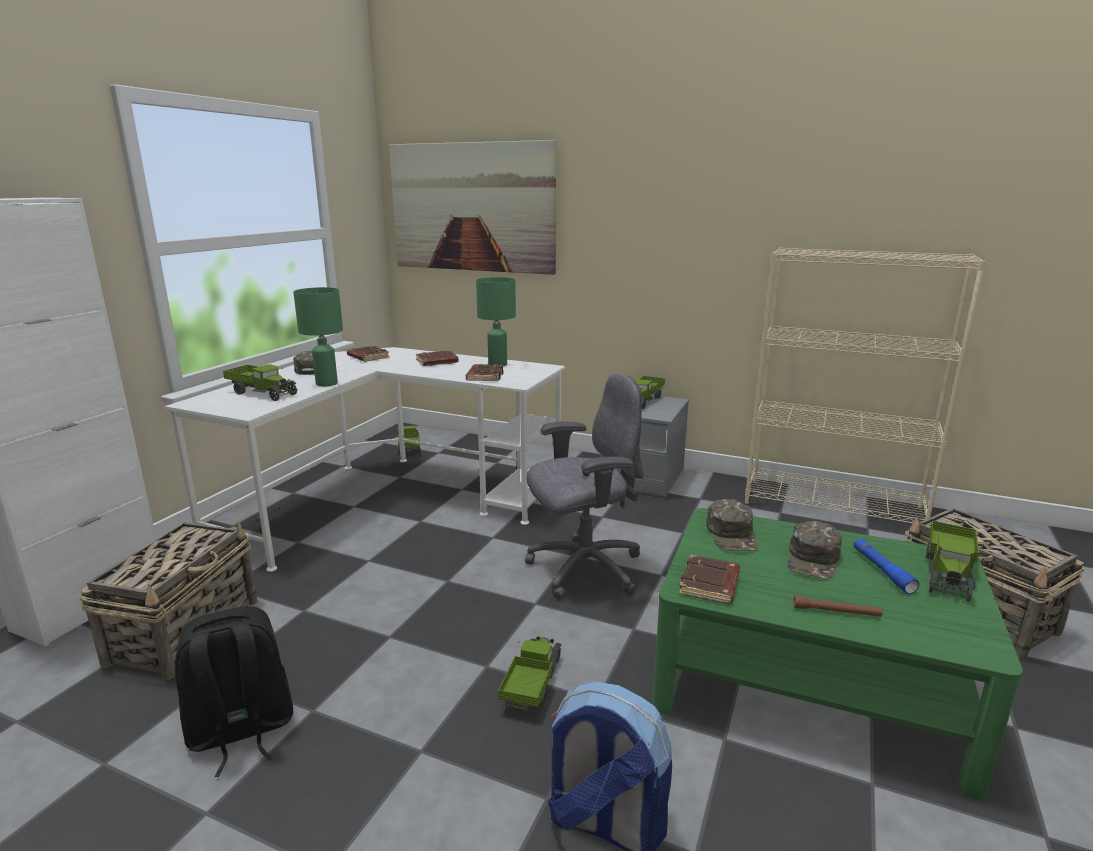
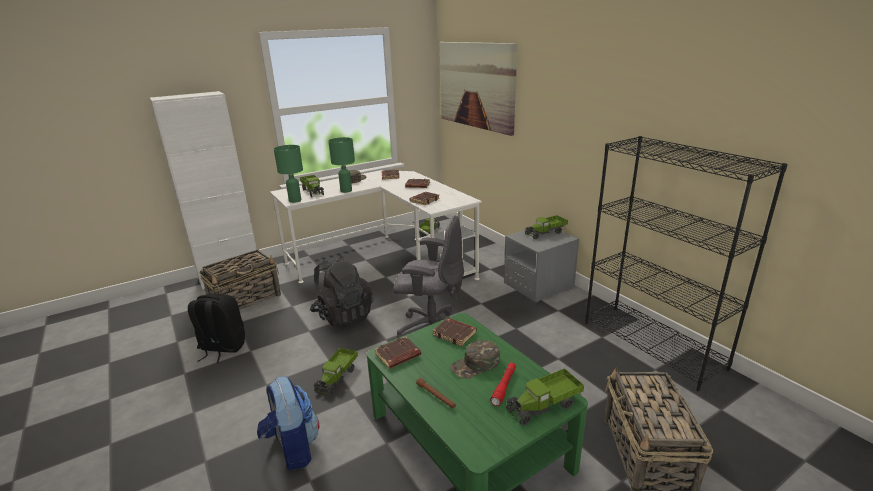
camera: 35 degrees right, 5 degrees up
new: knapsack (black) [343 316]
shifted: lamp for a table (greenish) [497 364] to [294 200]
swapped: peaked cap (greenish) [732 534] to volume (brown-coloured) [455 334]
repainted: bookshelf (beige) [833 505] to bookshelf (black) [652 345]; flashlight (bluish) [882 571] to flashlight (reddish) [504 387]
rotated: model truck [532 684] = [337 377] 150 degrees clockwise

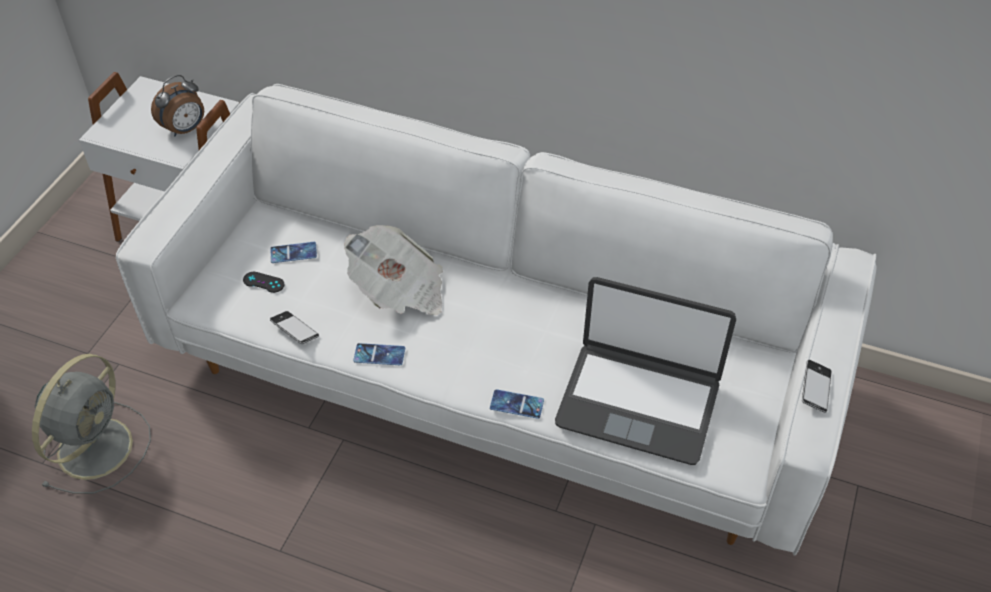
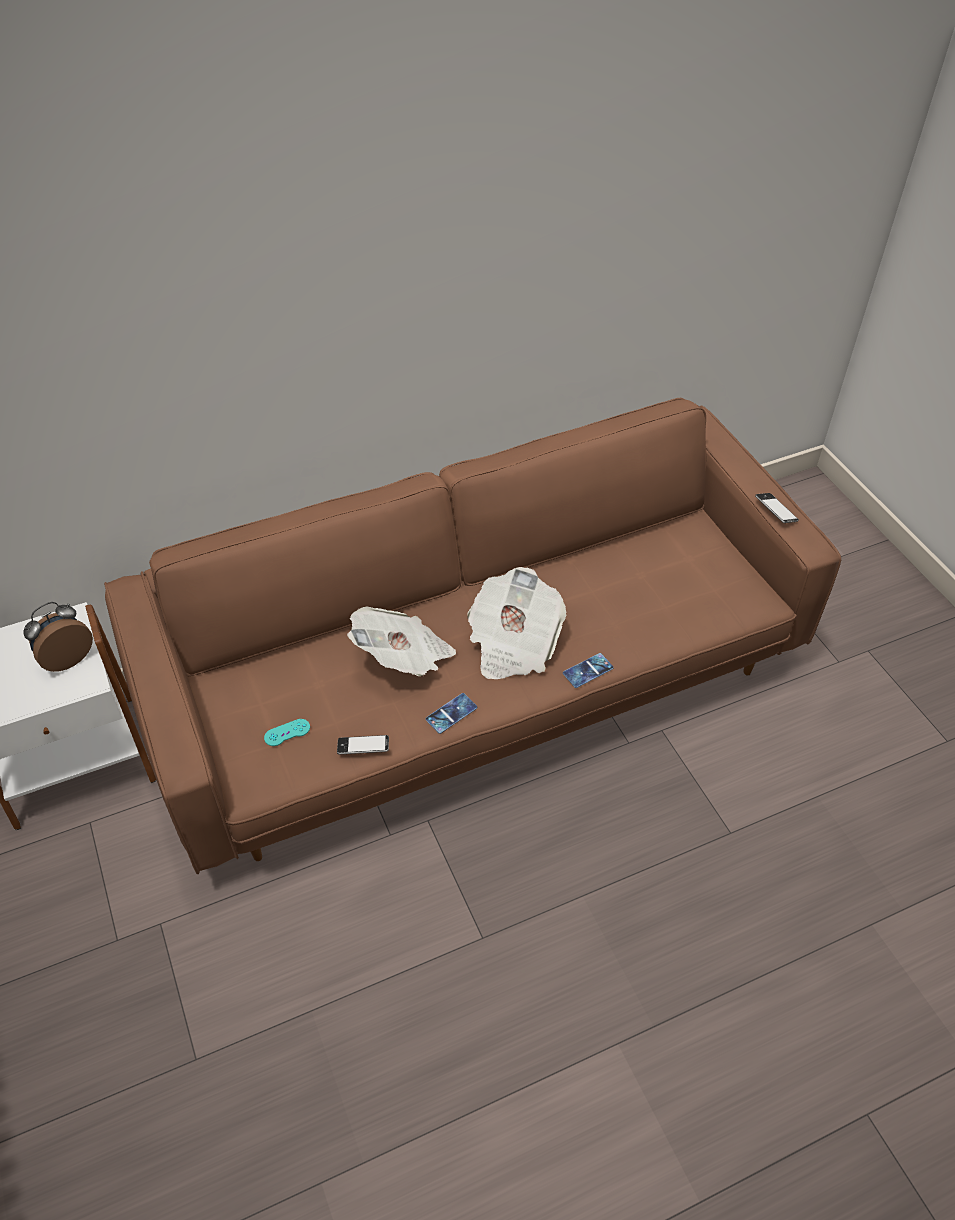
camera: 45 degrees left, 0 degrees up
gone: phone [293 253]; notebook computer [638 402]; fan (grey) [97 445]
new: newspaper [513 643]
repainted: settee (white-coloured) [496 373] to settee (brown-coloured) [478 684]; gamepad (black) [263 282] to gamepad (turquoise) [287 732]
rotated: bedside clock [185 129] = [66 657] 135 degrees counterclockwise

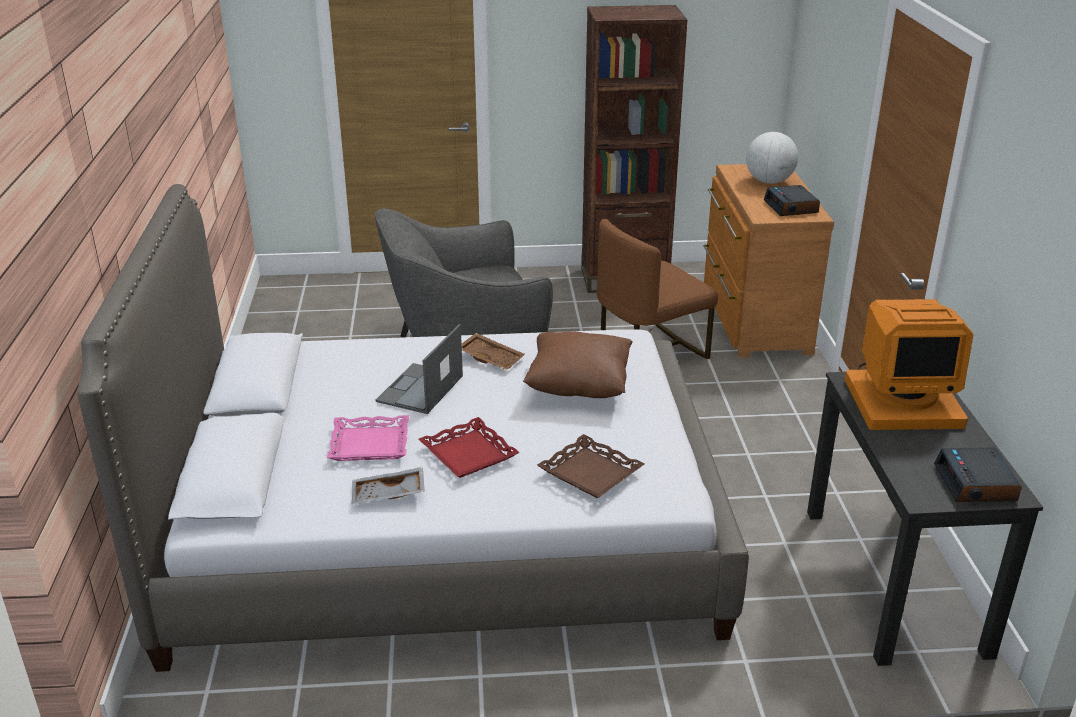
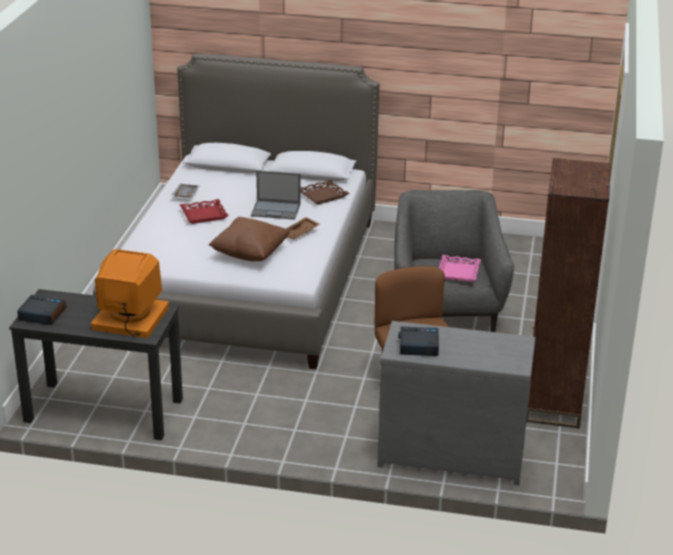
camera: 105 degrees right, 0 degrees up
gone: globe [769 182]
shifted: carrying tray (pinkish) [369 444] to [458 272]; carrying tray (brown-coloured) [590 473] to [322 195]
repainted: chest of drawers (brown-coloured) [753 320] to chest of drawers (grey) [451 452]
rotated: monitor [902 401] = [129 319] 90 degrees clockwise; notebook computer [420 389] = [276 210] 150 degrees clockwise

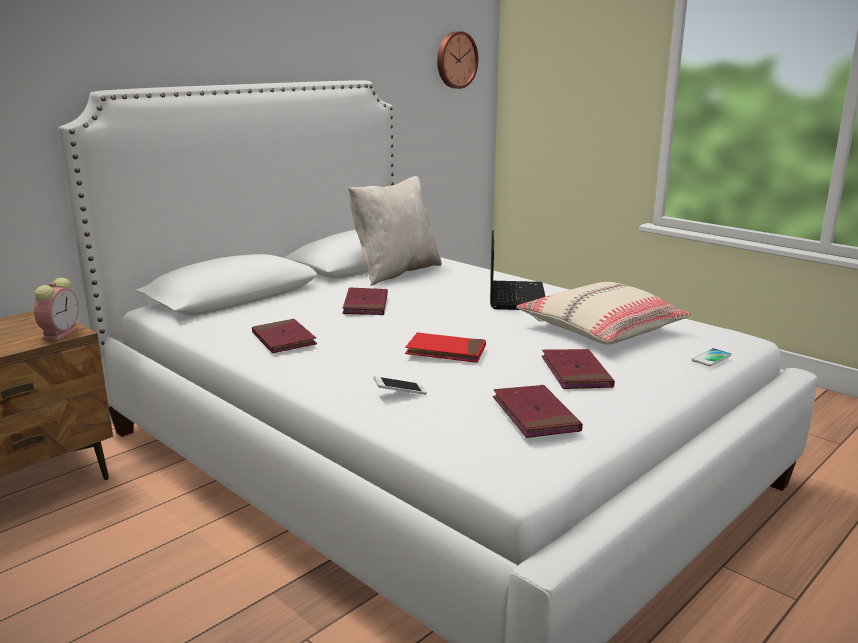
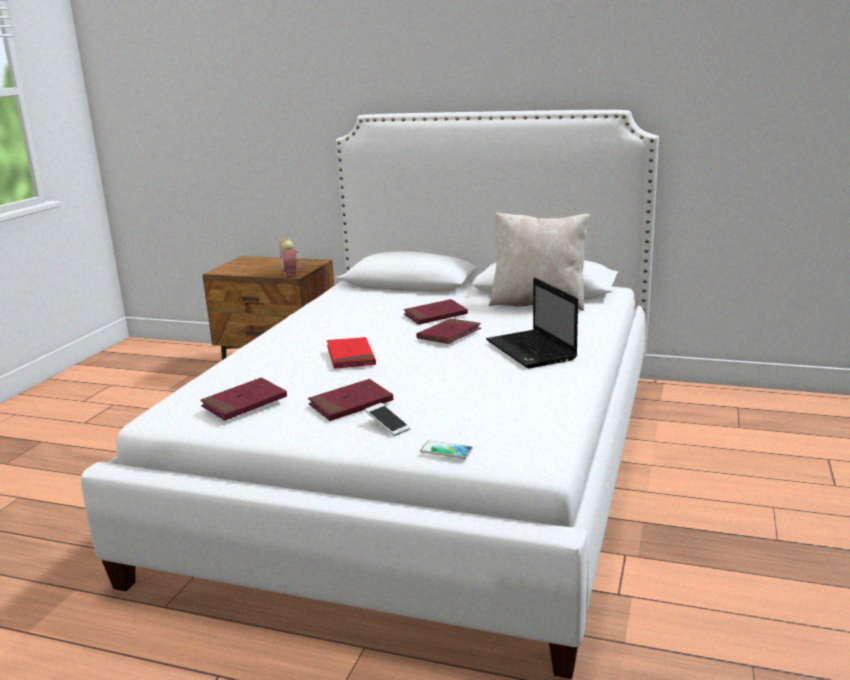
camera: 65 degrees right, 0 degrees up
gone: hanging clock [455 60]; pillow (beige) [601 329]
shifted: volume (reddish) [283 340] to [449 334]; phone [400 393] to [387 426]
rotated: notebook computer [515 296] = [532 351] 90 degrees clockwise; bedside clock [61 333] = [290 274] 90 degrees clockwise

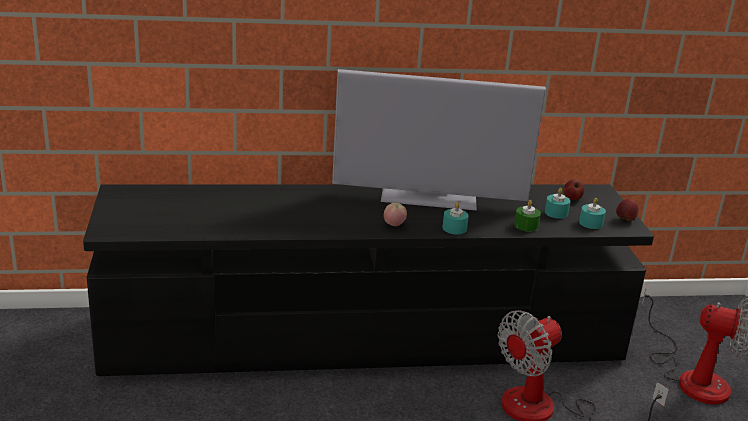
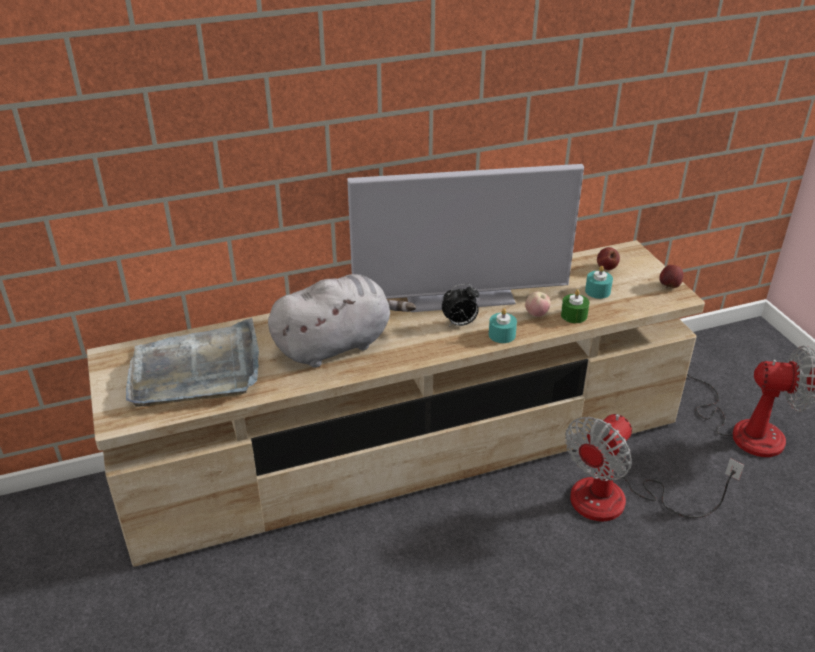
camera: 10 degrees left, 10 degrees up
gone: wax candle (turquoise) [591 223]
new: plush toy (grey) [337 344]; bedside clock [460 323]; carrying tray (grey) [196 370]
shifted: whole apple [394 225] to [536 315]
repainted: media console (black) [364 337] to media console (beige) [407 449]

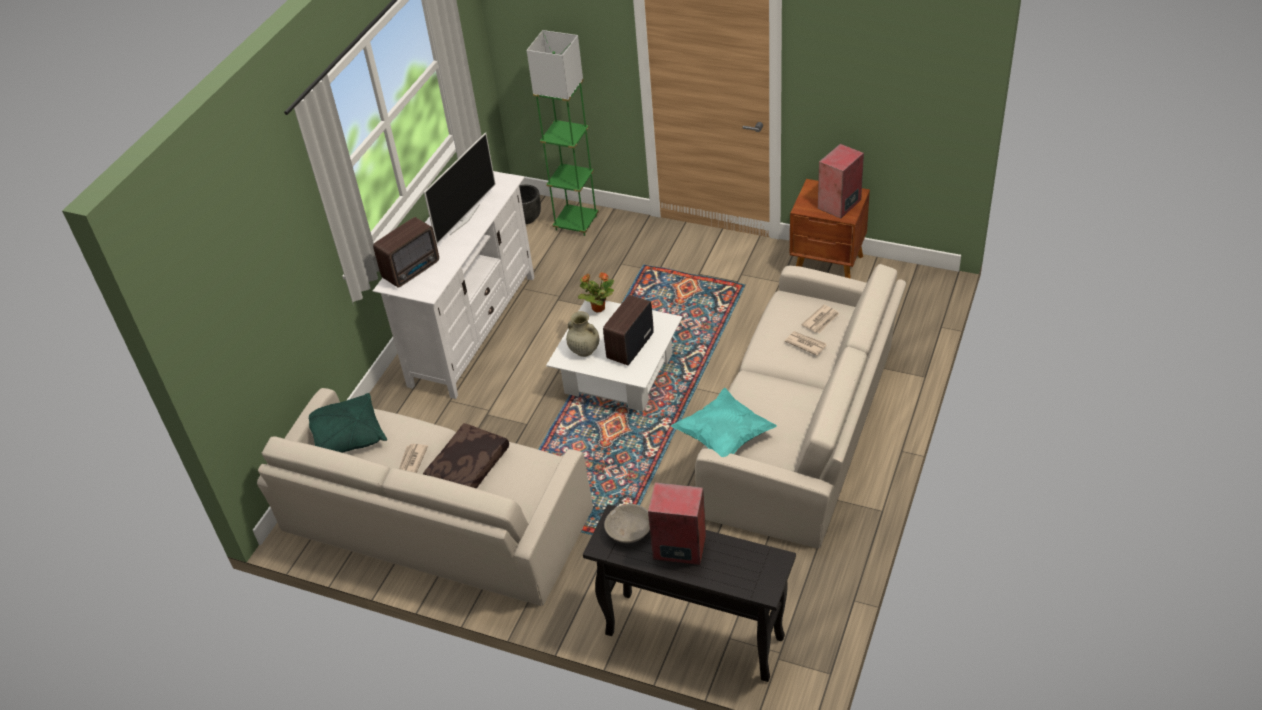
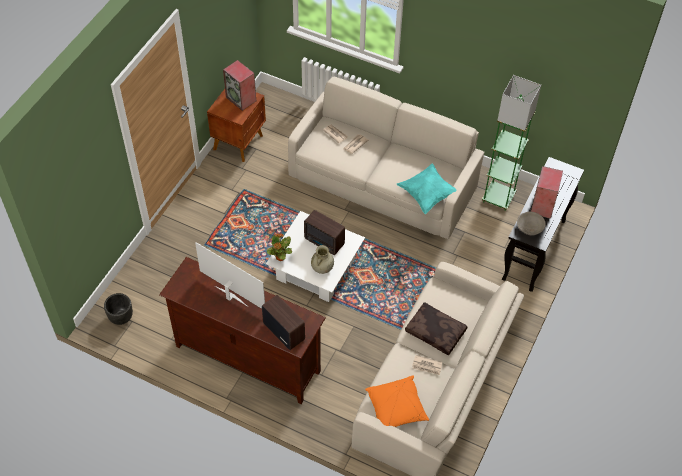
camera: 90 degrees left, 10 degrees up
shifted: floor lamp (greenish) [576 223] to [498 198]
repainted: media console (white-coloured) [472 329] to media console (brown-coloured) [247 359]; pillow (greenish) [347 436] to pillow (orangey) [396 408]

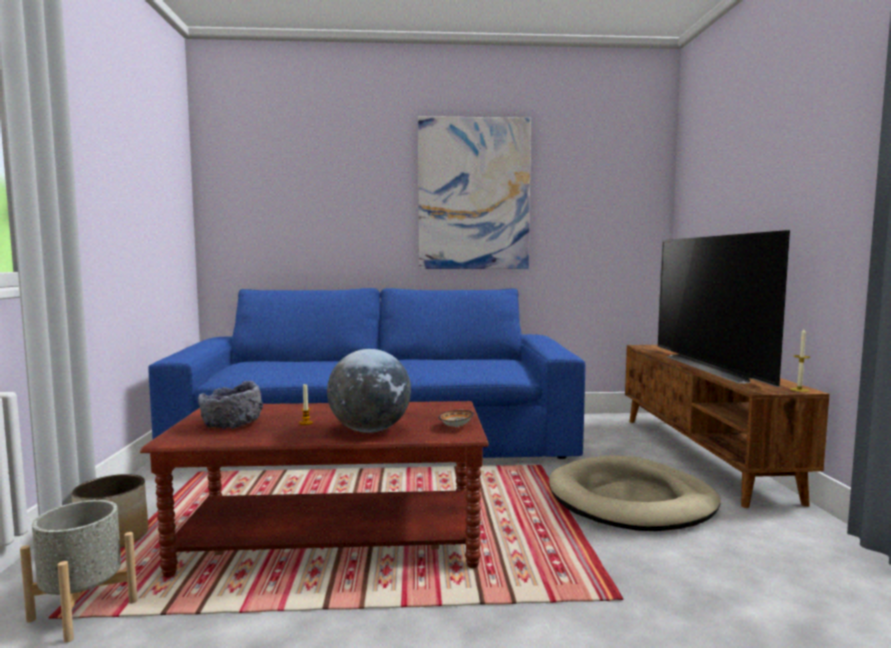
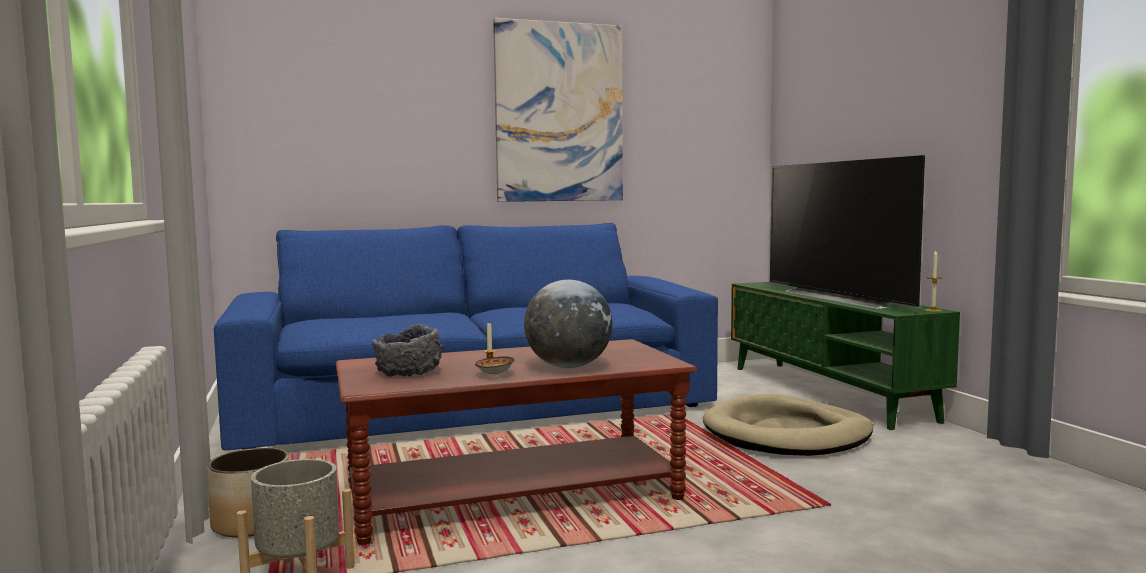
camera: 15 degrees left, 0 degrees up
shifted: deep dish [456 427] to [495 375]
repainted: media console (brown-coloured) [702 455] to media console (greenish) [827 392]

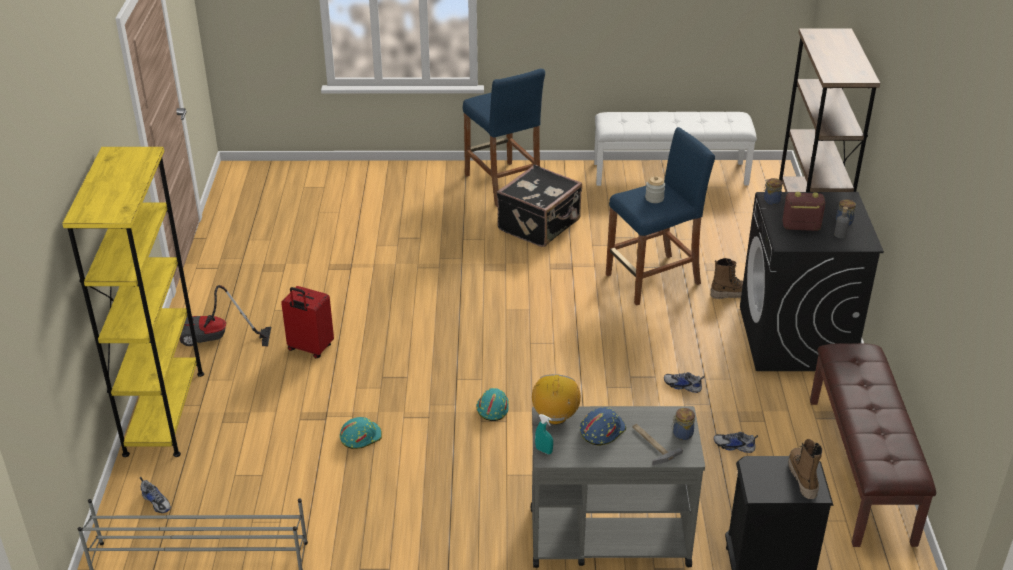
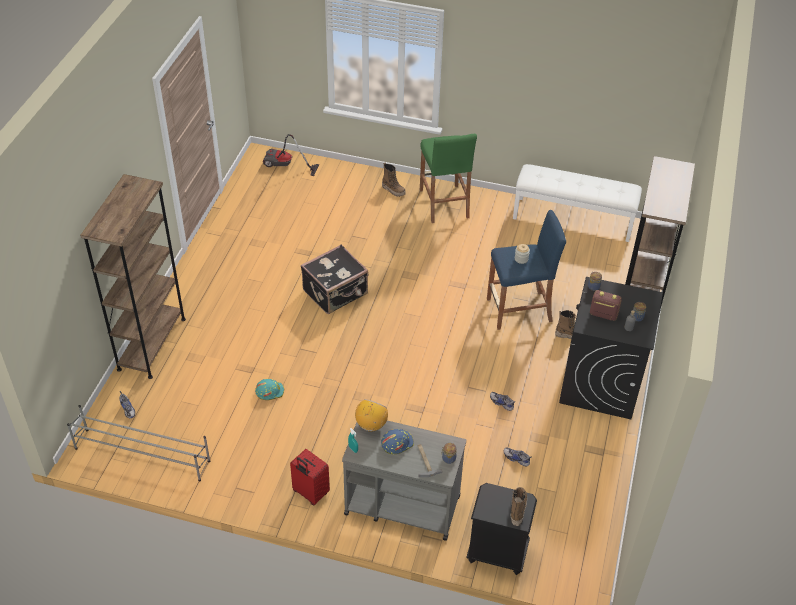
camera: 15 degrees right, 10 degrees up
gone: indoor bench (brown-coloured) [861 469]; hard hat (turquoise) [492 408]
new: high-top boot [393 190]
shifted: travel case (black) [540 225] to [336 293]; hoover [217 340] to [285 166]; travel case (reddish) [310 348] to [310 493]
repainted: stool seat (bluish) [503 184] to stool seat (greenish) [444 203]; bookshelf (yellow-coloured) [164 413] to bookshelf (brown-coloured) [152 344]

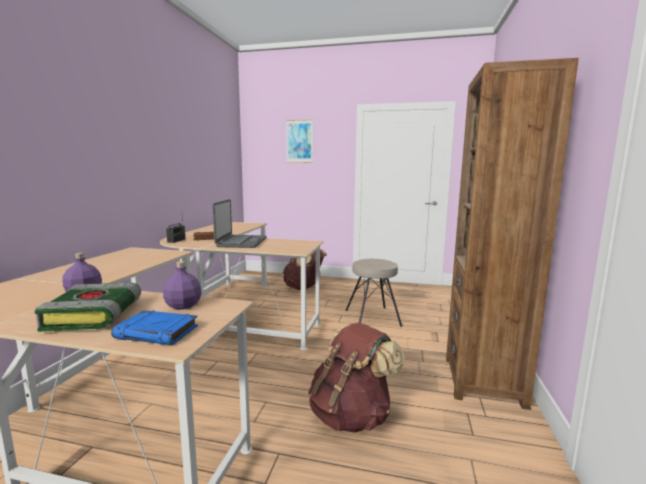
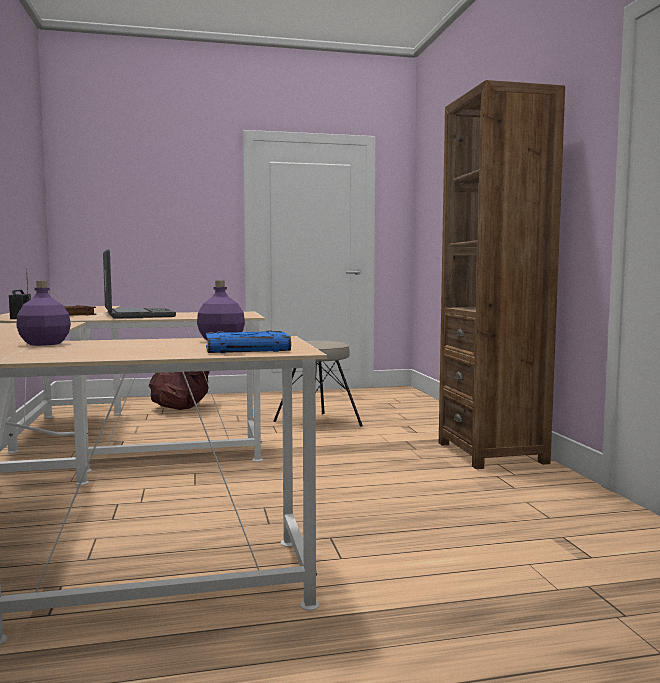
camera: 25 degrees left, 5 degrees down
gone: picture [299 141]; volume [95 316]; knapsack (brown-coloured) [351 415]

